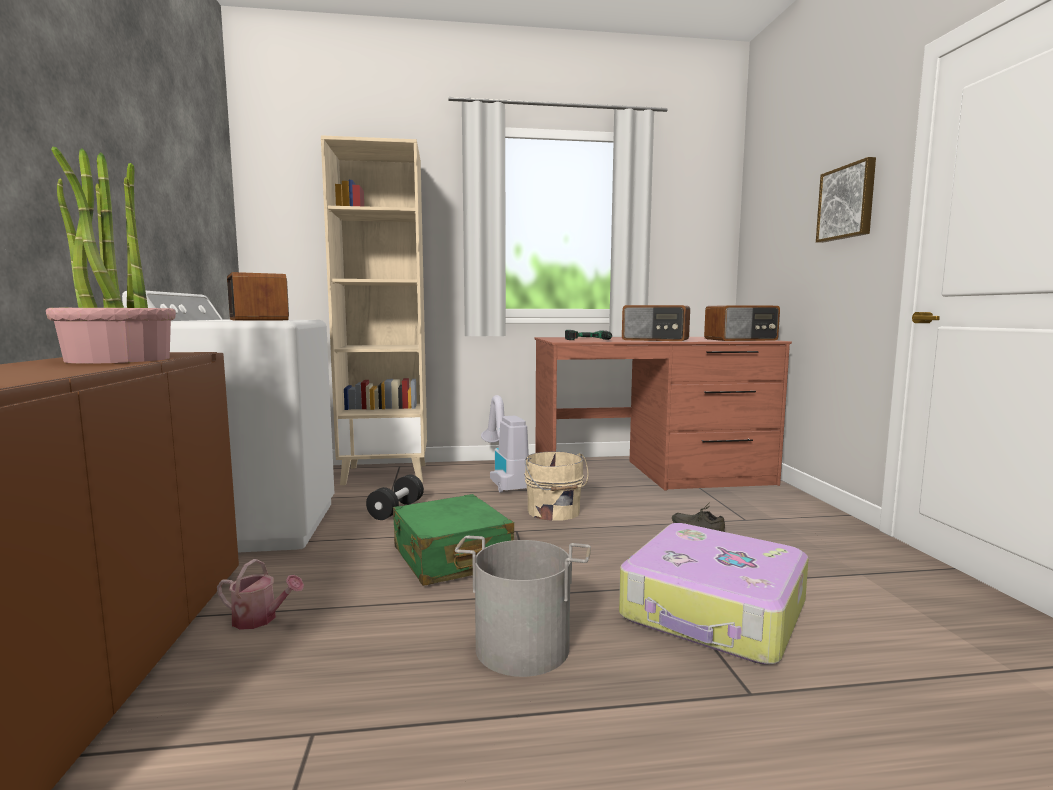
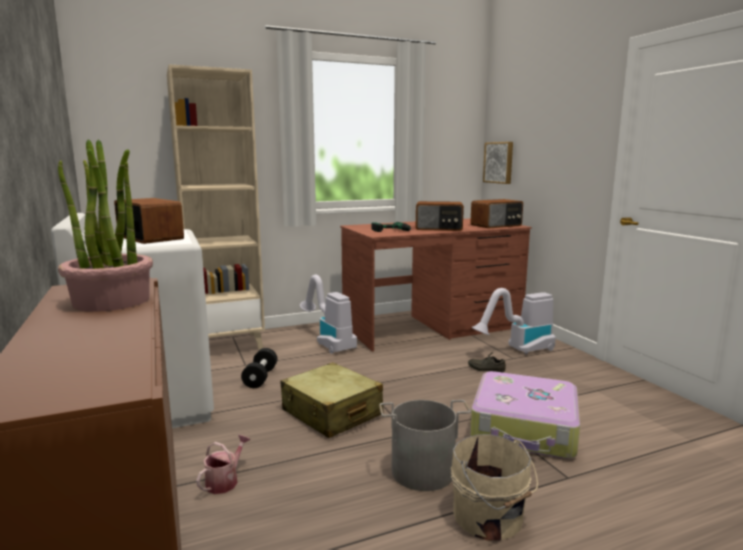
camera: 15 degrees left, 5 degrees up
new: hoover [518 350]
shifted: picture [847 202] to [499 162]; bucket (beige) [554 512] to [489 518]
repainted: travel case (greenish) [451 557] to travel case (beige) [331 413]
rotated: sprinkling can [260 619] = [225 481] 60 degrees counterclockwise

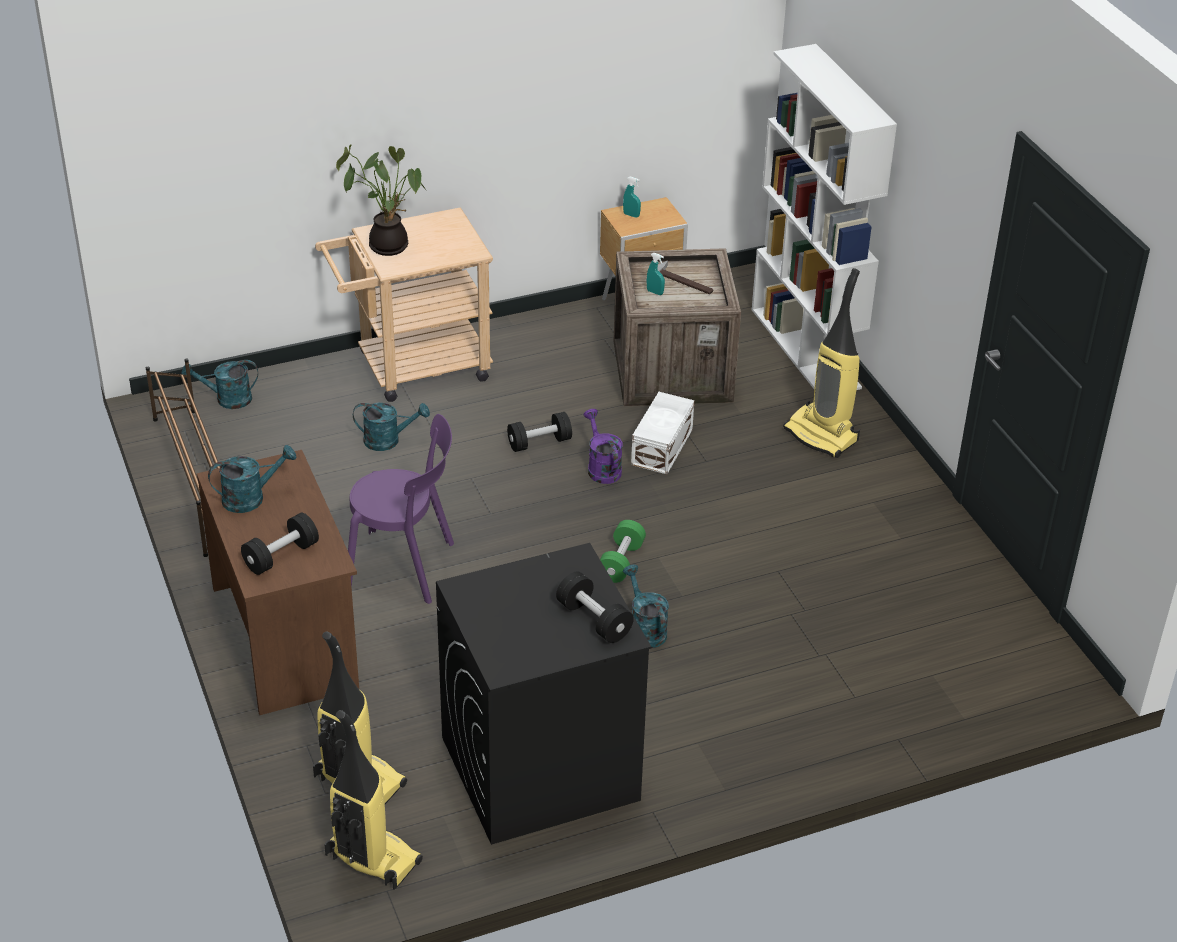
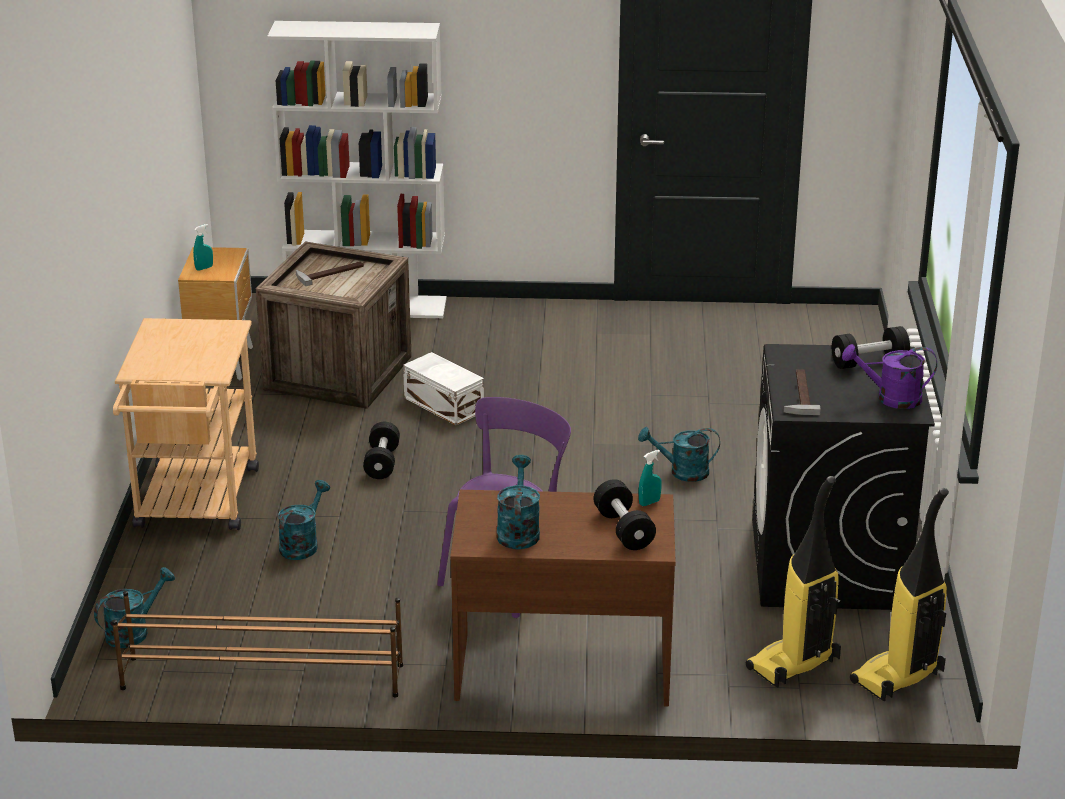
camera: 65 degrees left, 10 degrees down
gone: plant in a pot [388 244]; hoover [822 435]; dumbbell (greenish) [621 562]
new: tool hammer [798 394]
shifted: sprayer (turquoise) [655 292] to [649 502]; sprinkling can (purple-coloured) [601 467] to [890 398]
rotated: sprinkling can (turquoise) [227 399] = [134 631] 150 degrees counterclockwise

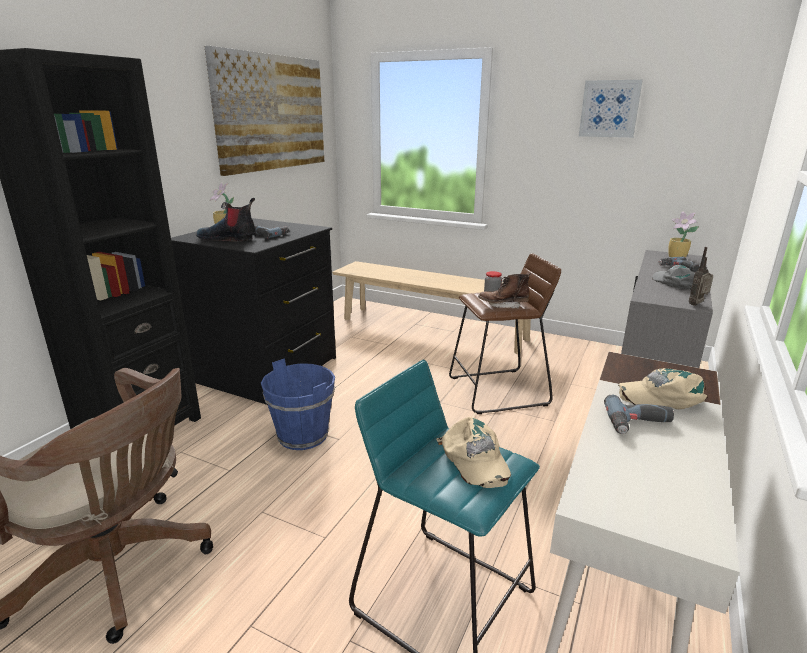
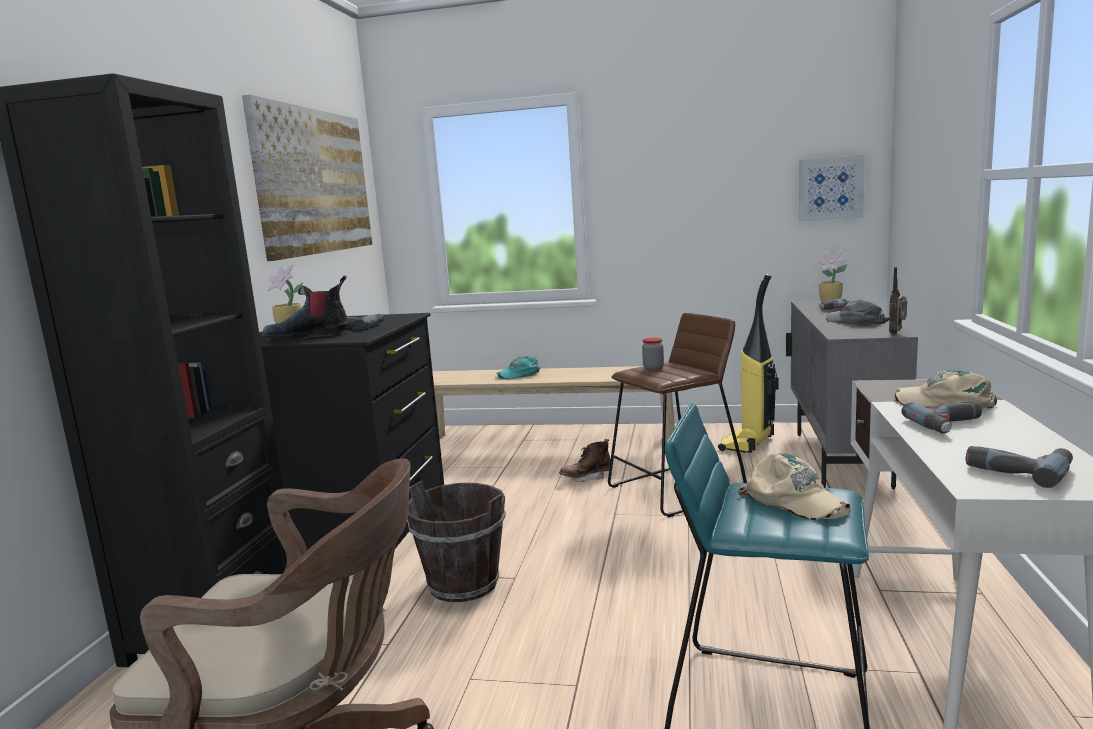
camera: 15 degrees left, 10 degrees down
new: hoover [747 444]; peaked cap (turquoise) [519 374]; electric drill [1018 469]
shifted: picture [609 109] to [830 189]; high-top boot (brown-coloured) [503 305] to [586 478]
repainted: bucket (bluish) [302 436] to bucket (brown-coloured) [463 584]
rotated: peaked cap (beige) [661 396] = [945 403] 45 degrees clockwise

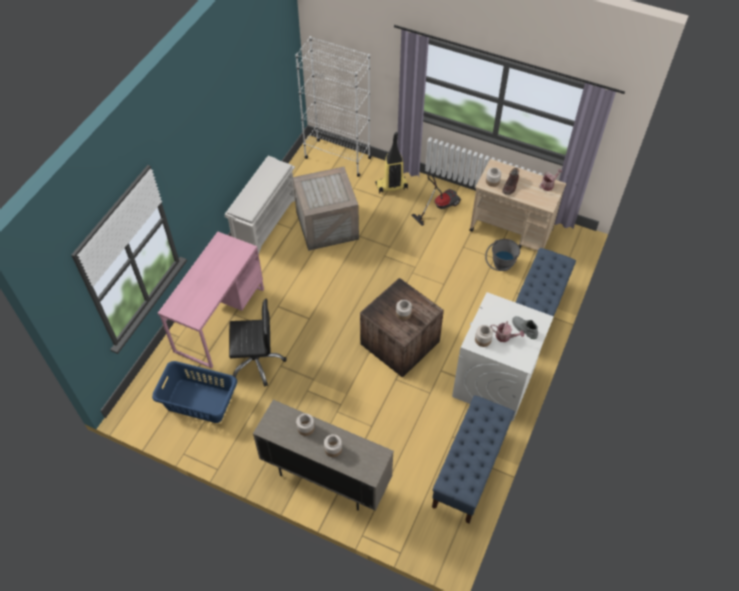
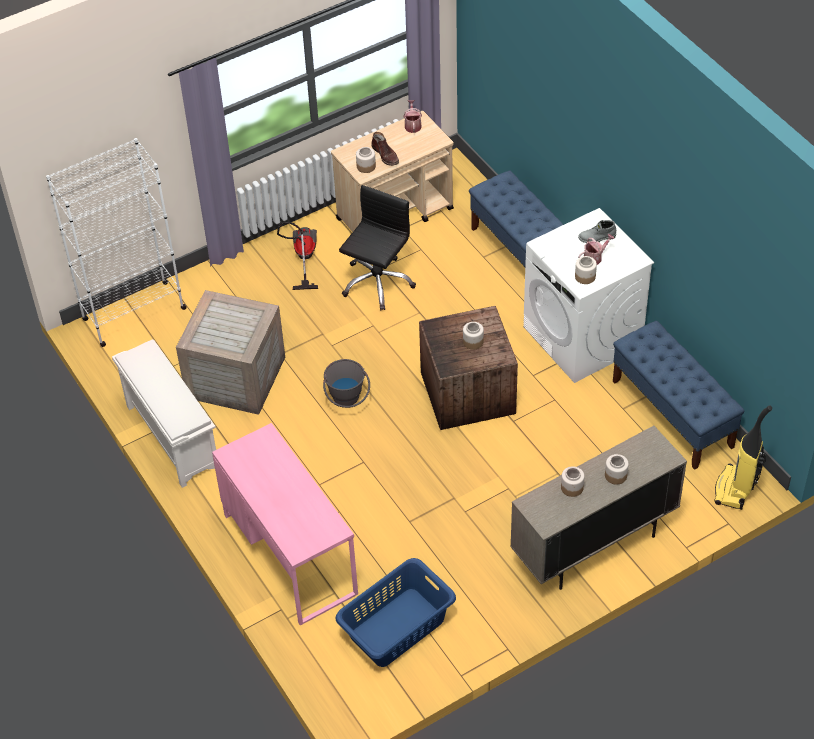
camera: 55 degrees left, 5 degrees down
shifted: hoover [391 186] to [735 489]; bucket (grey) [500 266] to [347 400]; desk chair (black) [256 362] to [377 282]

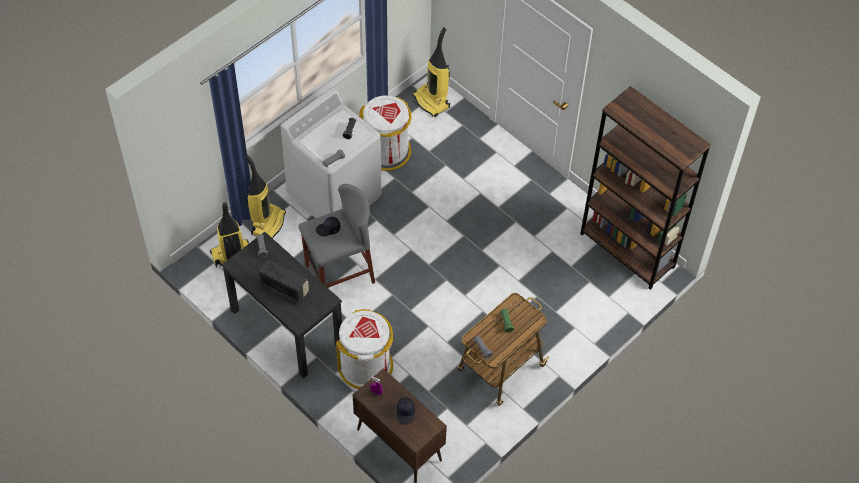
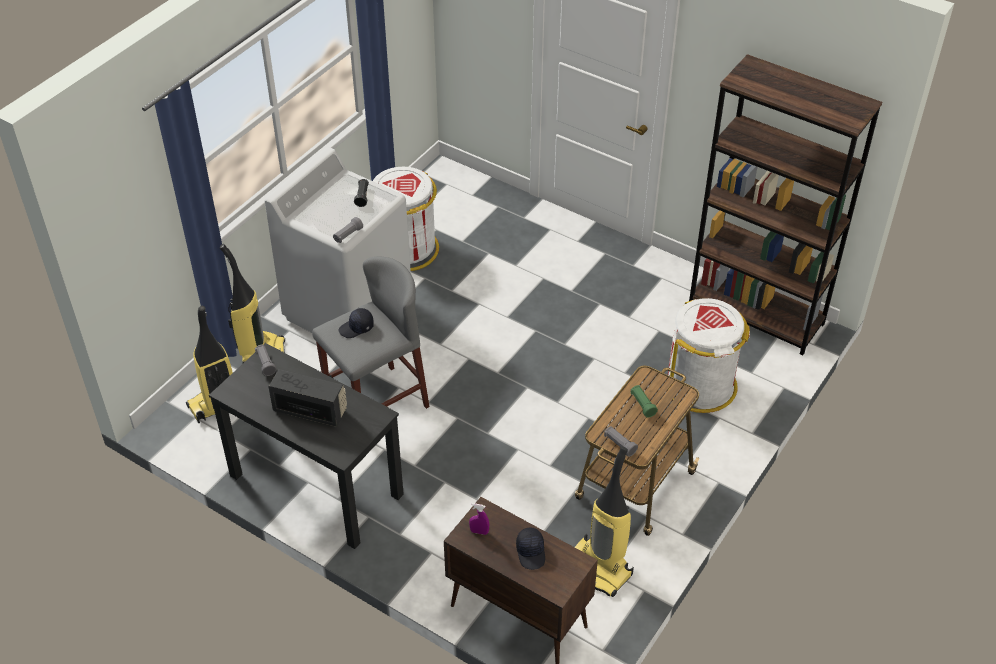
camera: 10 degrees left, 10 degrees down
shifted: hoover [432 101] to [599 569]; trash can (white-coloured) [366 366] to [700 385]

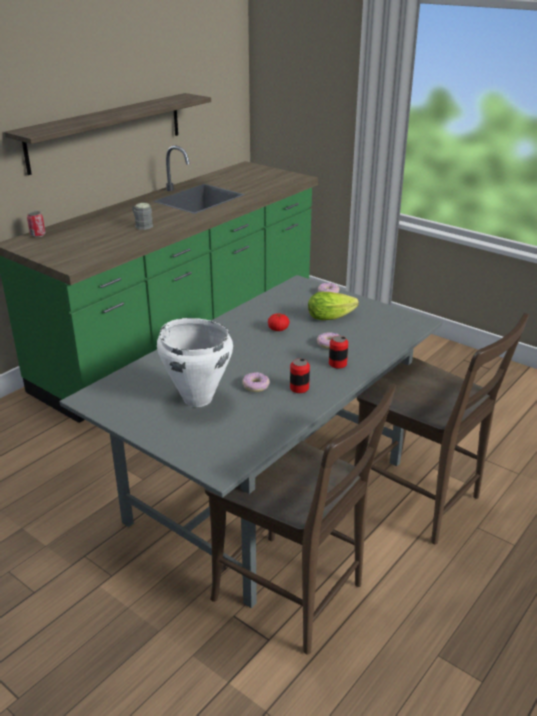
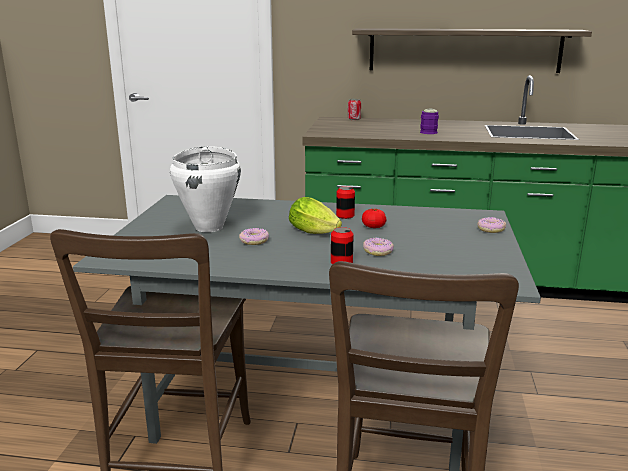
camera: 60 degrees right, 10 degrees down
shifted: lettuce [333 316] to [316 232]; sealed can [299 388] to [345 215]
repainted: tea mug (grey) [142 225] to tea mug (purple-coloured) [429 131]

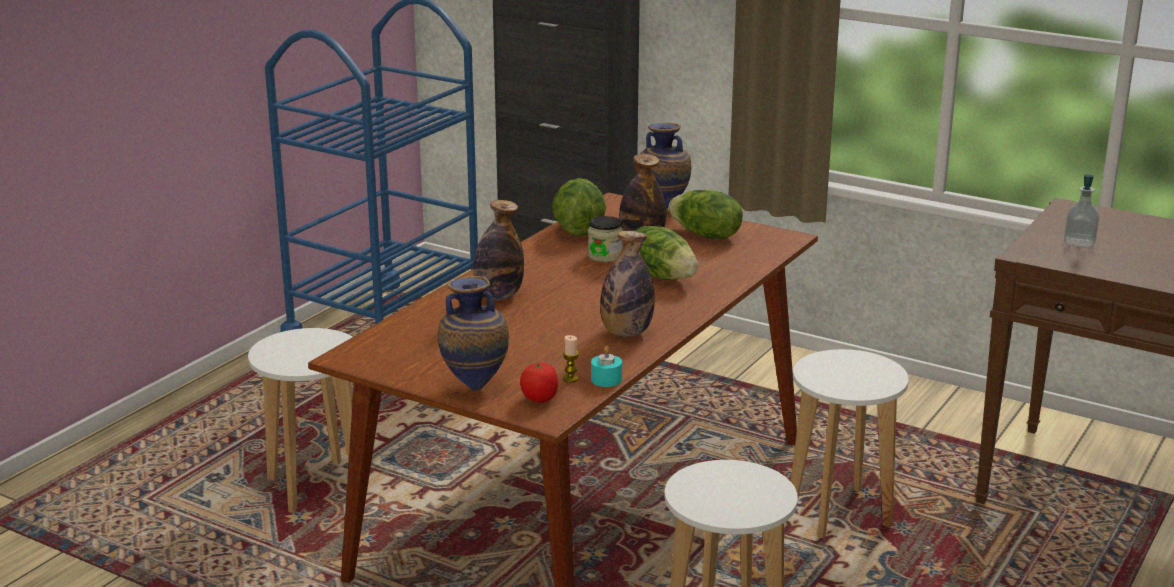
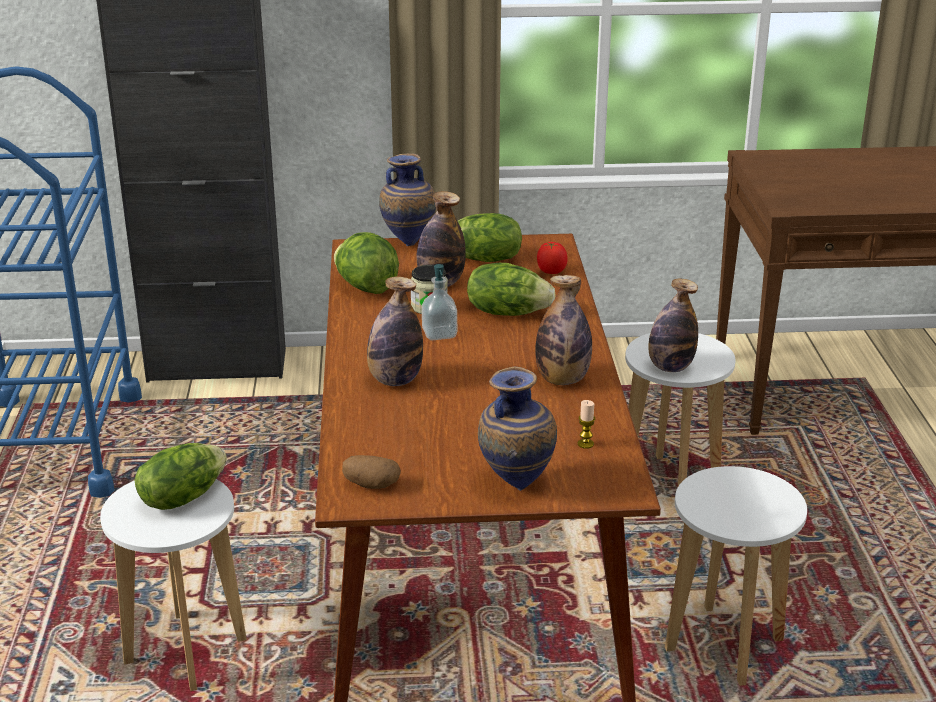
camera: 35 degrees left, 5 degrees up
gone: wax candle (turquoise) [606 379]
new: bottle [670 367]; lettuce [182 497]; whole potato [371 485]
shifted: soap bottle [1079 242] to [439 334]; fresh tomato [540 399] to [551 271]

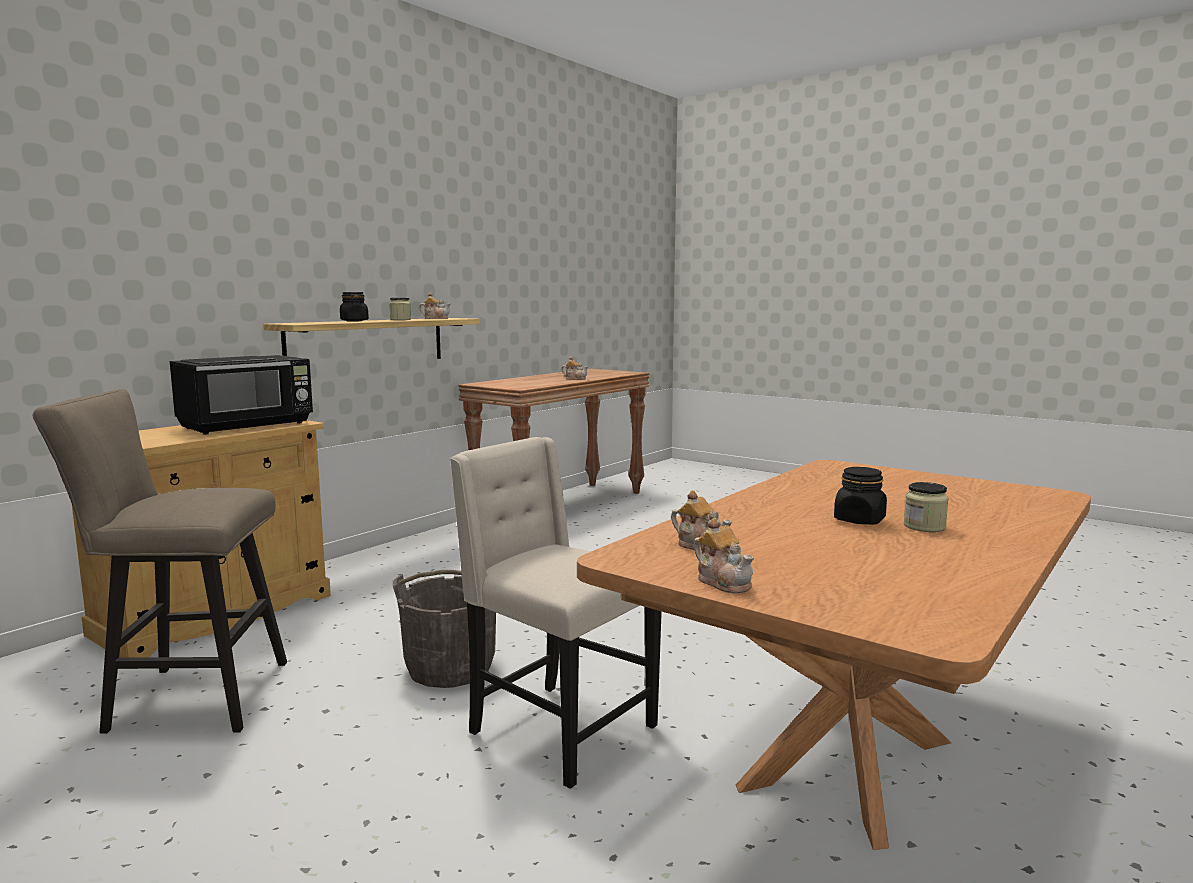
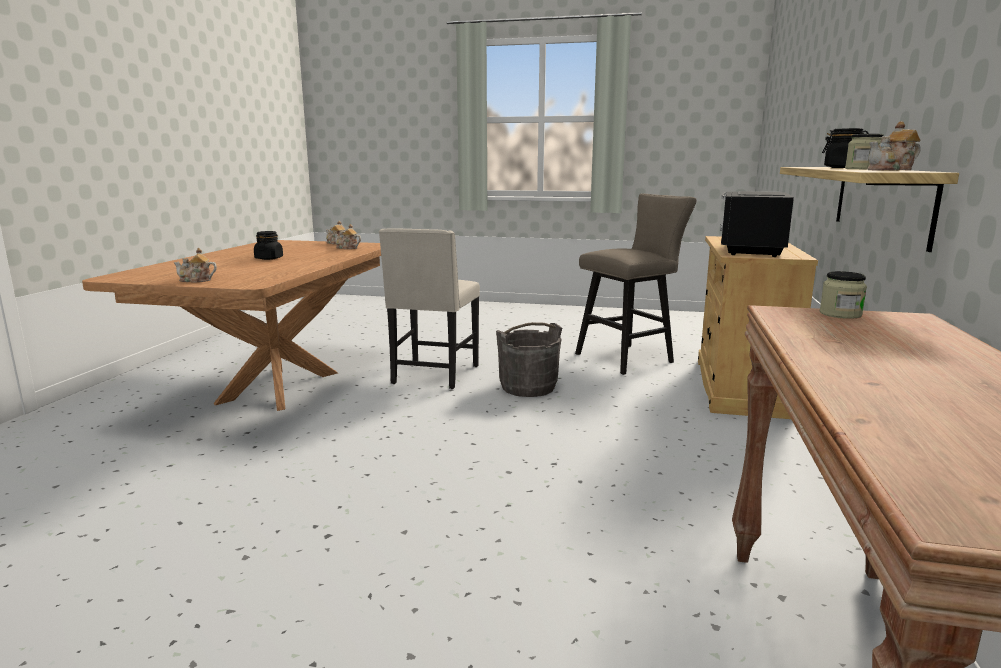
camera: 155 degrees right, 5 degrees up
shifted: tea pot [575 379] to [196 280]; storage jar [924 527] to [840 314]
rotated: plain chair (beige) [558 730] = [434 375] 90 degrees clockwise

